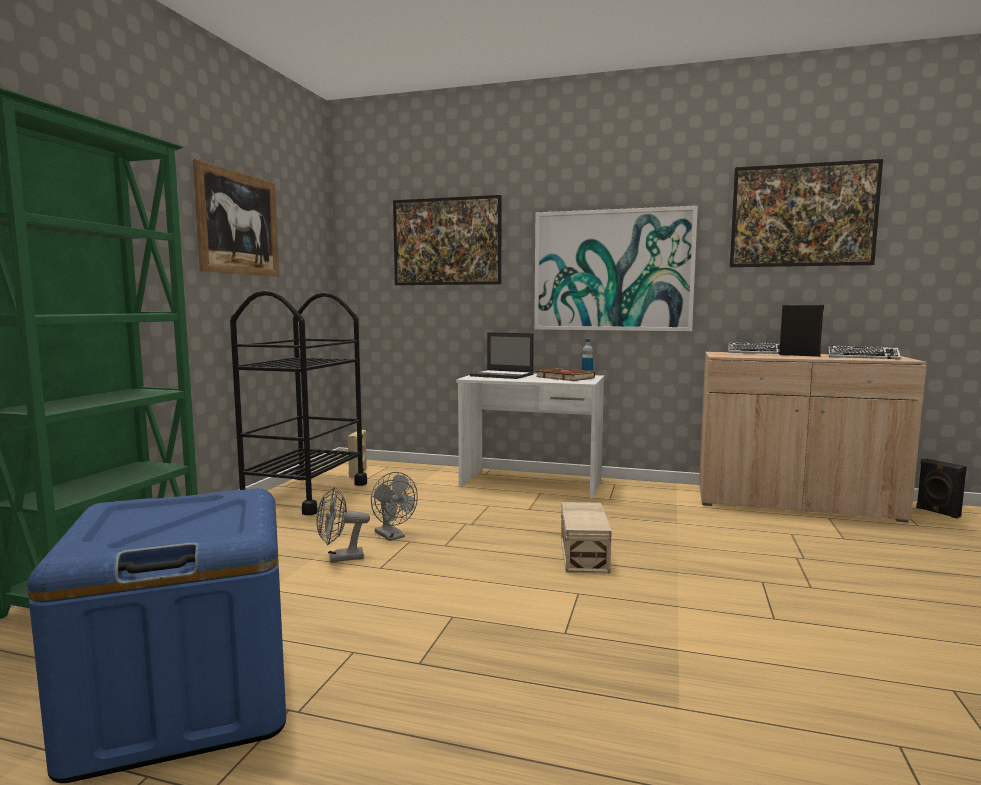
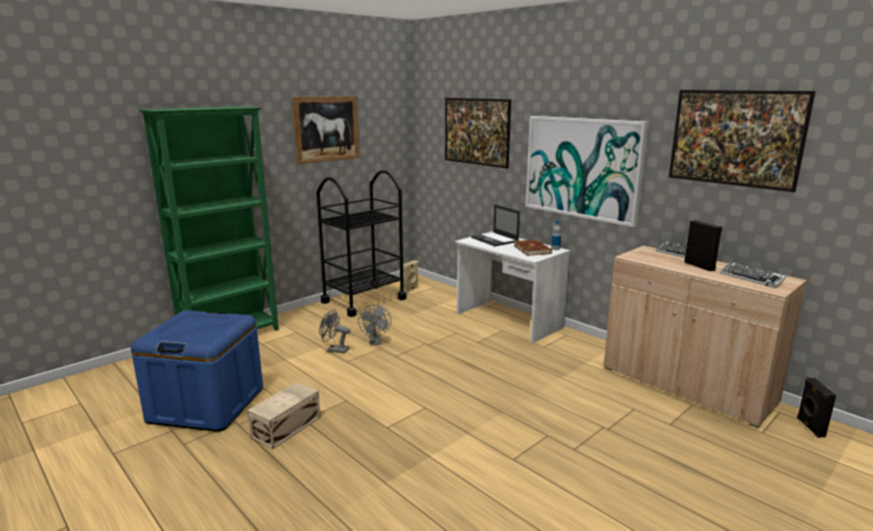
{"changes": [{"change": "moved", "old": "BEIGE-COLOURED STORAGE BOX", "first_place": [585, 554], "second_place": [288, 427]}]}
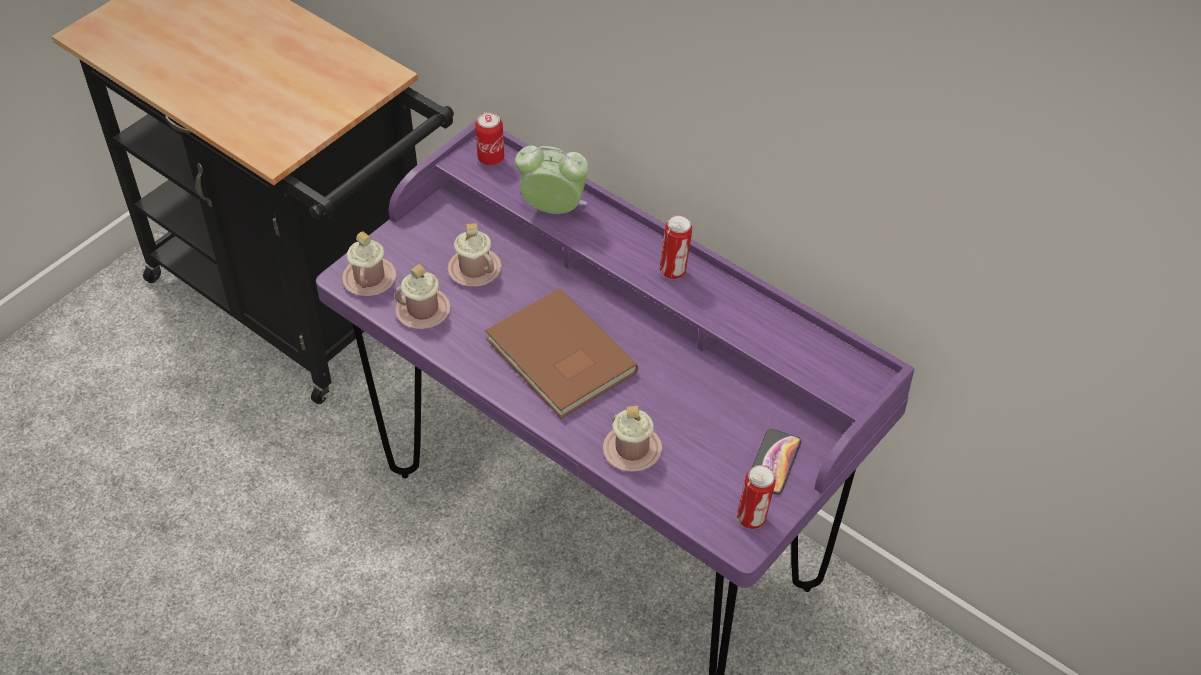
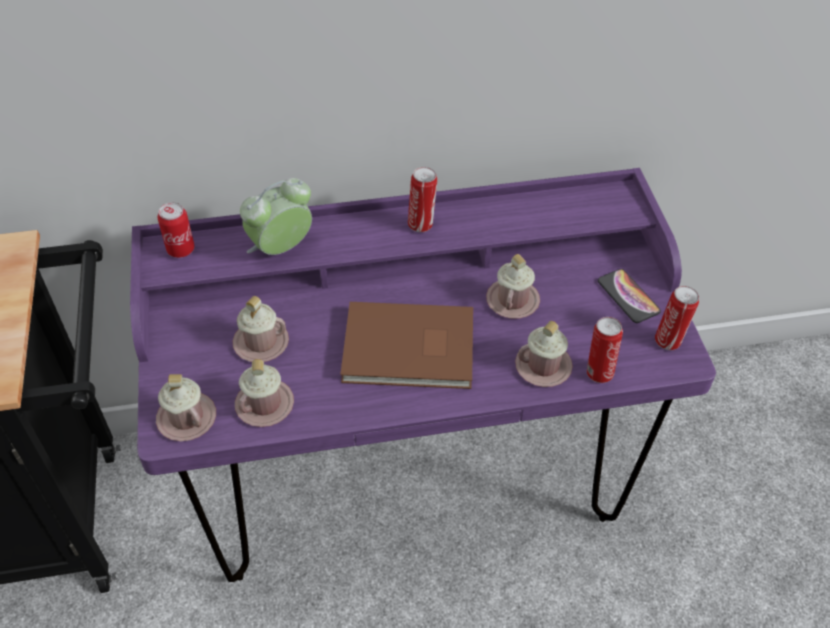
{"changes": [{"change": "added", "new": "PINK MUG", "second_place": [512, 300]}, {"change": "added", "new": "CAN", "second_place": [598, 372]}]}
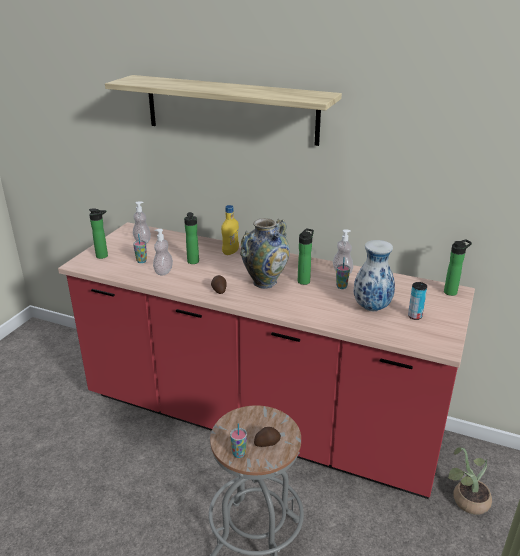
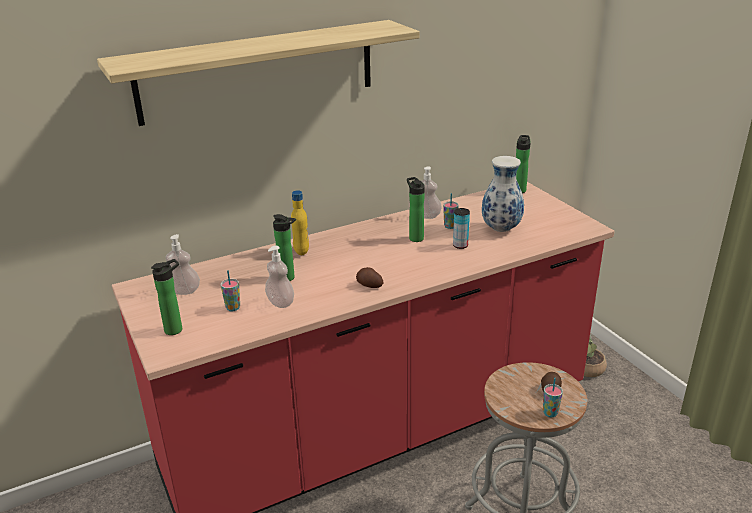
{"changes": [{"change": "removed", "old": "FLOWER VASE", "first_place": [265, 282]}, {"change": "moved", "old": "CAN", "first_place": [414, 316], "second_place": [460, 245]}]}
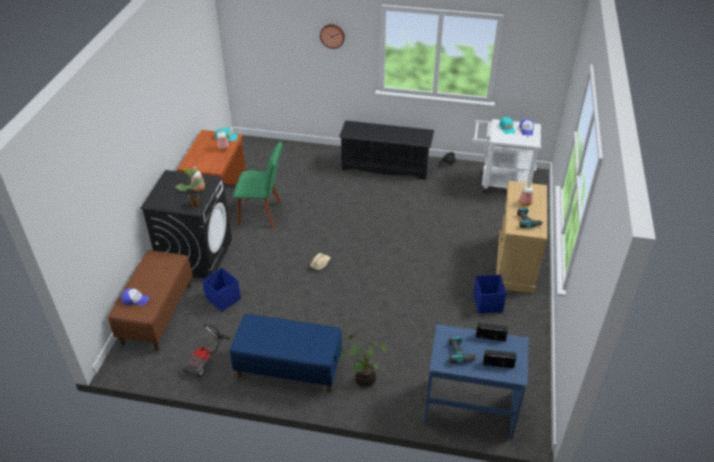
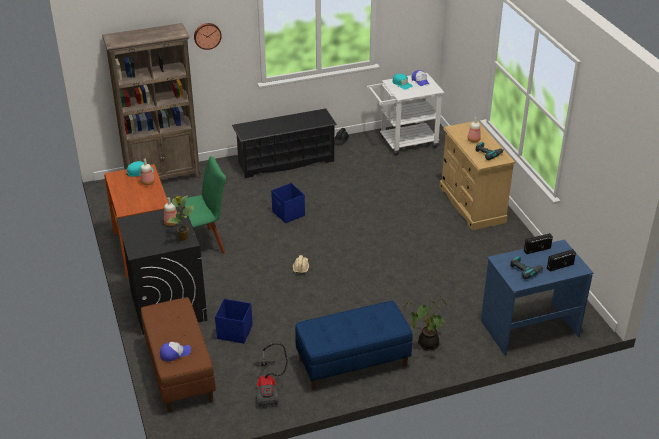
{"changes": [{"change": "moved", "old": "BLUE STORAGE BOX", "first_place": [487, 303], "second_place": [288, 214]}, {"change": "added", "new": "BROWN BOOKSHELF", "second_place": [163, 176]}]}
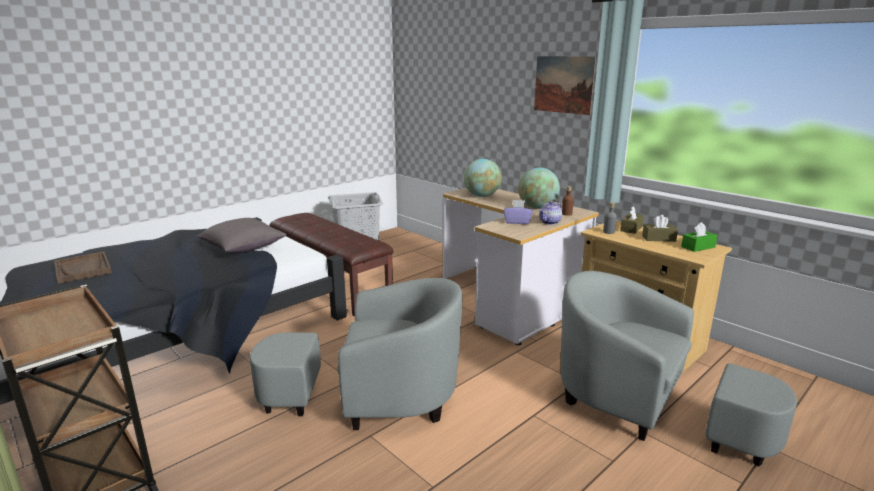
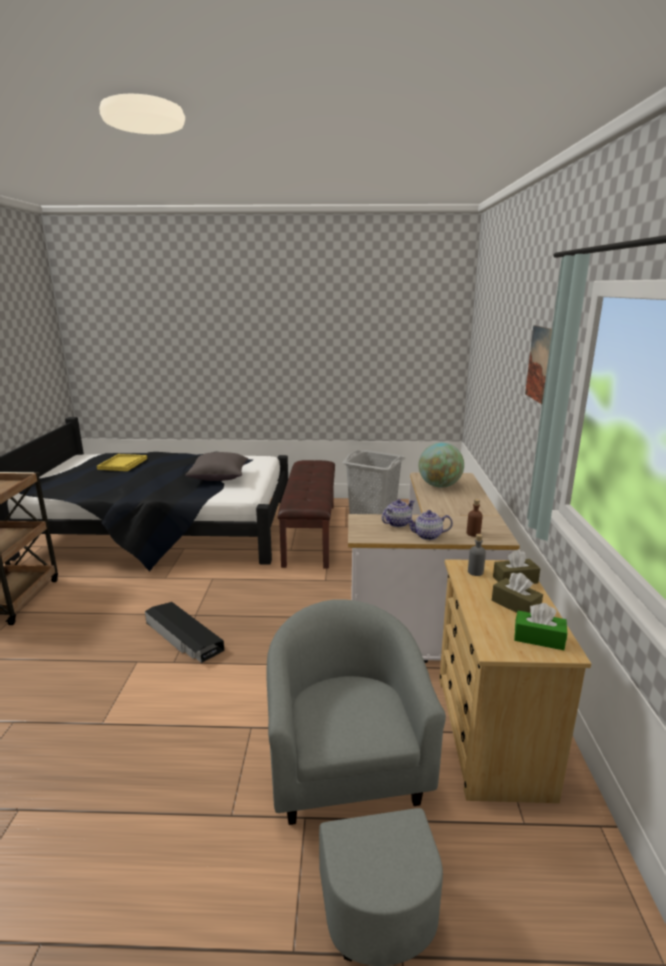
{"changes": [{"change": "removed", "old": "GLOBE", "first_place": [537, 208]}, {"change": "replaced", "old": "PURPLE TISSUE HOLDER", "new": "TEA POT", "first_place": [517, 222], "second_place": [397, 523]}, {"change": "recoloured", "old": "BROWN SERVING TRAY", "new": "YELLOW SERVING TRAY", "first_place": [83, 269], "second_place": [123, 464]}, {"change": "replaced", "old": "GREY EASY CHAIR", "new": "BLACK STORAGE BOX", "first_place": [373, 398], "second_place": [183, 637]}]}
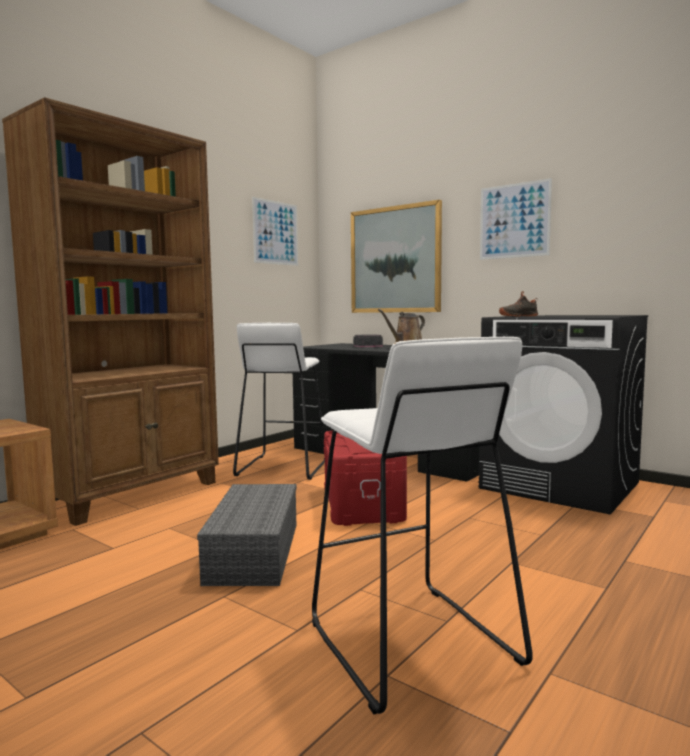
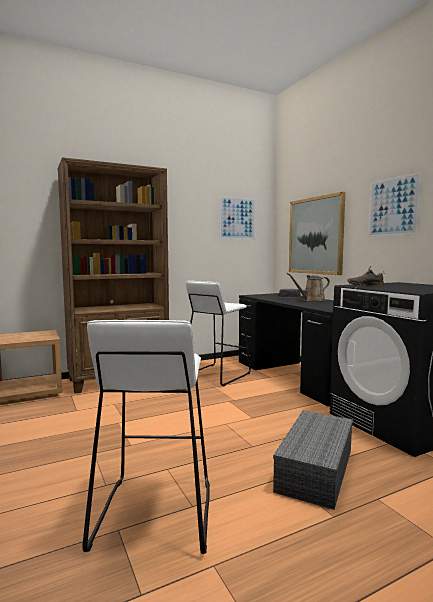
{"changes": [{"change": "removed", "old": "RED STORAGE BOX", "first_place": [363, 504]}, {"change": "moved", "old": "GREY STORAGE BOX", "first_place": [253, 551], "second_place": [314, 468]}]}
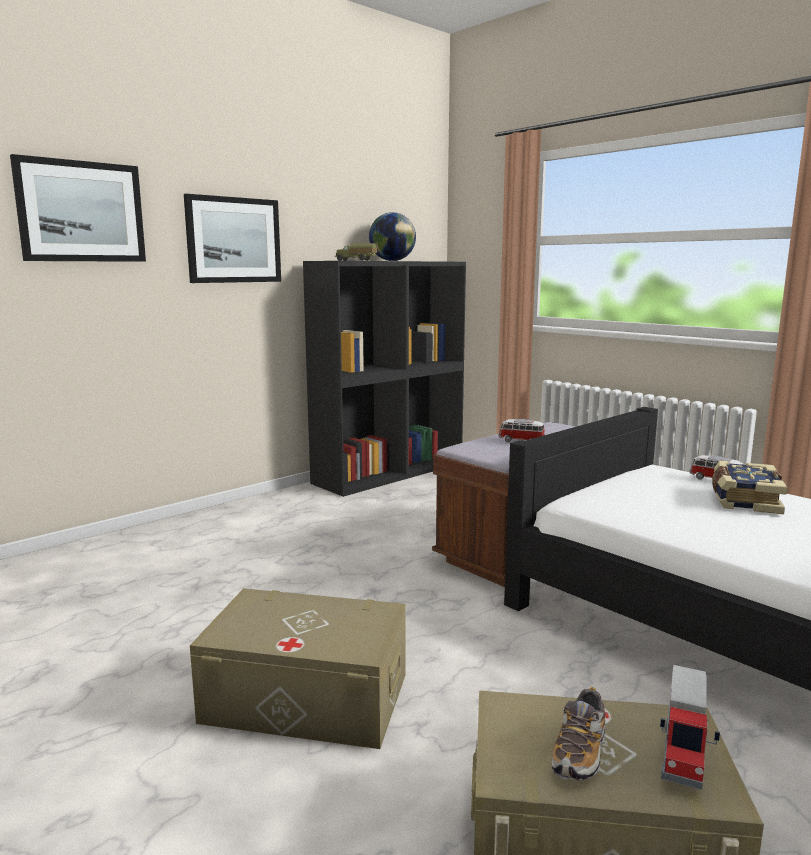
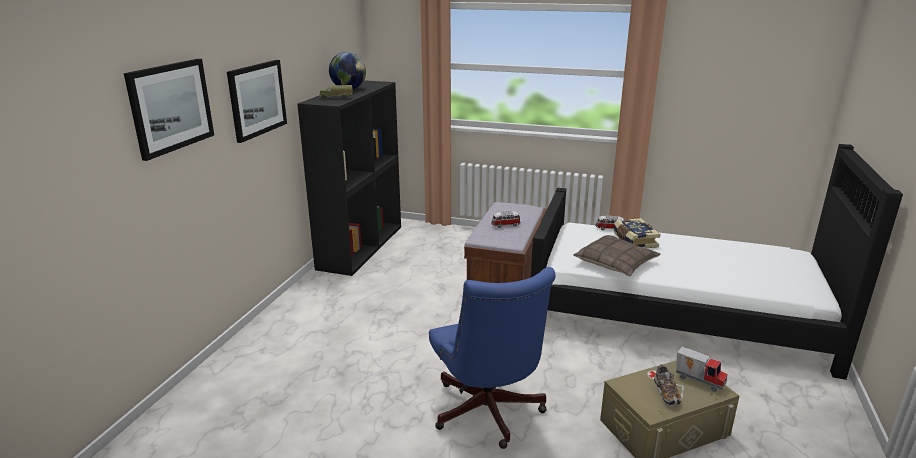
{"changes": [{"change": "replaced", "old": "BEIGE-COLOURED STORAGE BOX", "new": "BLUE OFFICE CHAIR", "first_place": [306, 698], "second_place": [488, 415]}, {"change": "turned", "old": "TOY TRUCK", "first_place": [685, 756], "second_place": [699, 380], "degrees": -45}, {"change": "added", "new": "THROW PILLOW", "second_place": [616, 263]}]}
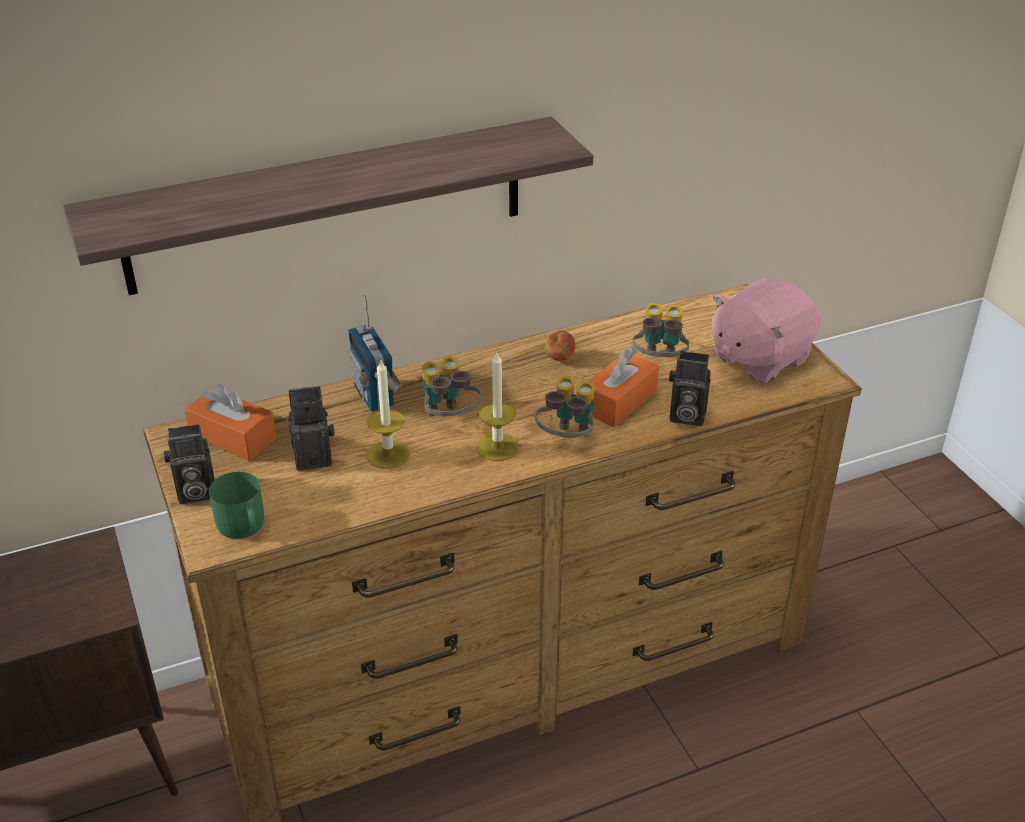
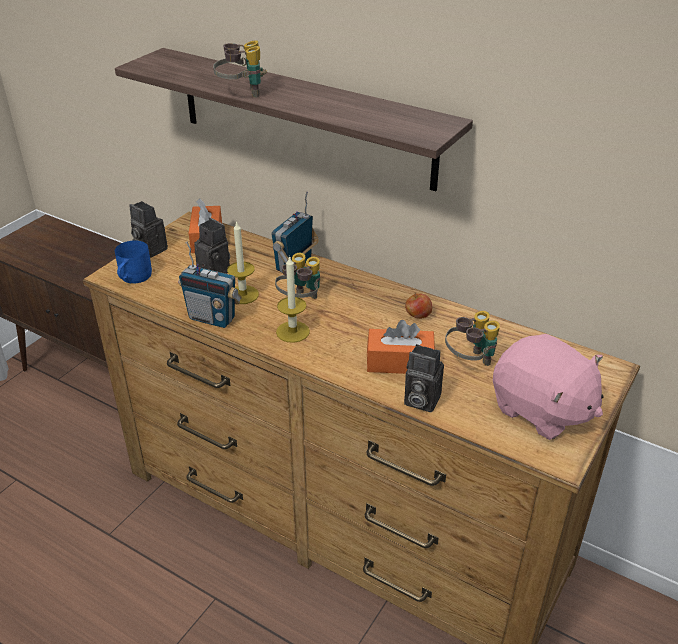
{"changes": [{"change": "turned", "old": "PINK CUDDLY TOY", "first_place": [759, 358], "second_place": [541, 410], "degrees": -150}, {"change": "turned", "old": "PHOTO CAMERA", "first_place": [685, 416], "second_place": [419, 400], "degrees": -45}, {"change": "moved", "old": "FIELD GLASSES", "first_place": [567, 440], "second_place": [242, 93]}, {"change": "recoloured", "old": "GREEN-COLOURED MUG", "new": "BLUE MUG", "first_place": [243, 527], "second_place": [133, 277]}, {"change": "added", "new": "RADIO RECEIVER", "second_place": [212, 318]}]}
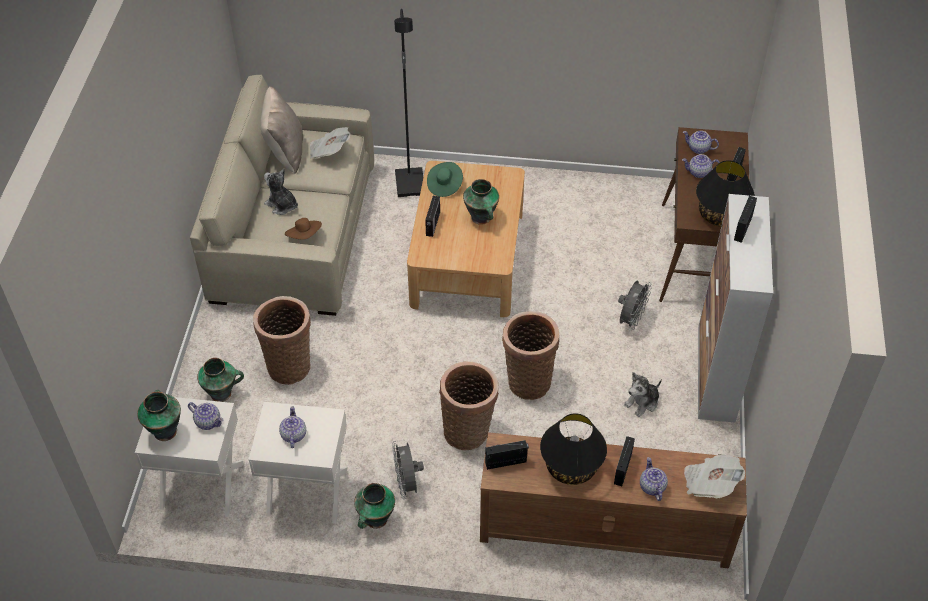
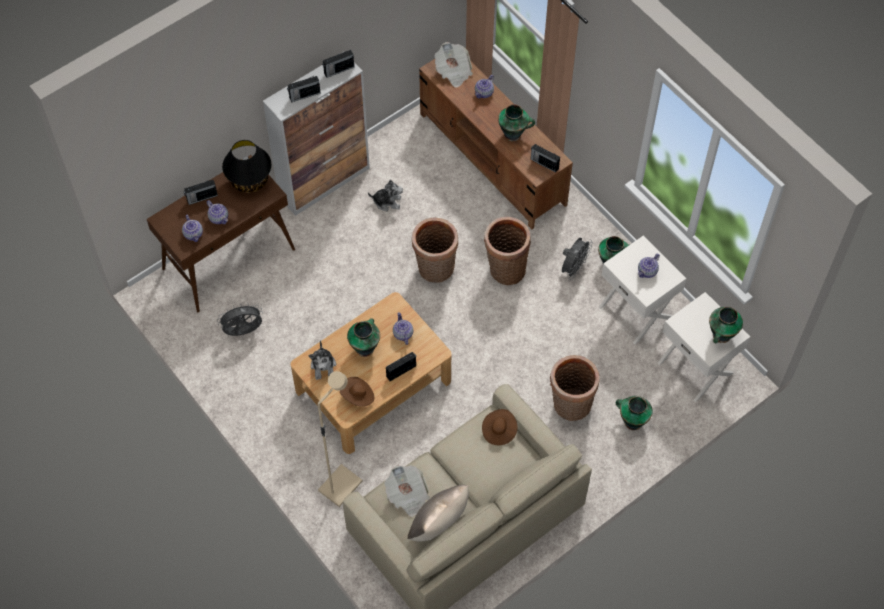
{"changes": [{"change": "recoloured", "old": "BLACK STANDARD LAMP", "new": "BEIGE-COLOURED STANDARD LAMP", "first_place": [411, 184], "second_place": [340, 485]}, {"change": "recoloured", "old": "GREEN-COLOURED WEARABLE HAT", "new": "BROWN WEARABLE HAT", "first_place": [444, 185], "second_place": [358, 396]}, {"change": "moved", "old": "CUDDLY TOY", "first_place": [282, 205], "second_place": [323, 366]}, {"change": "moved", "old": "GREY FAN", "first_place": [631, 320], "second_place": [243, 332]}, {"change": "moved", "old": "TEA POT", "first_place": [208, 421], "second_place": [402, 333]}, {"change": "replaced", "old": "BLACK LAMP FOR A TABLE", "new": "FLOWER VASE", "first_place": [570, 467], "second_place": [513, 134]}, {"change": "moved", "old": "RADIO RECEIVER", "first_place": [623, 468], "second_place": [338, 70]}]}
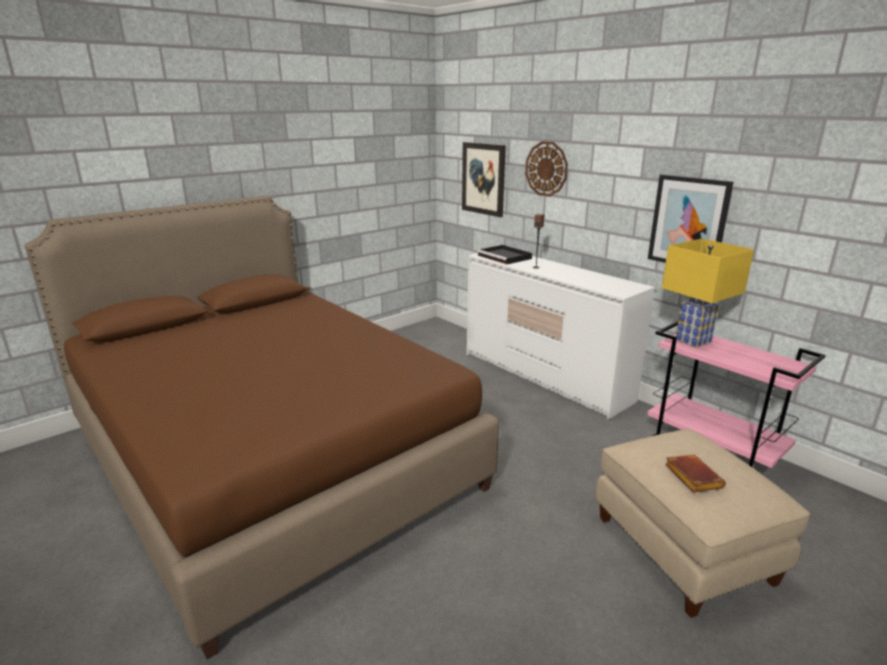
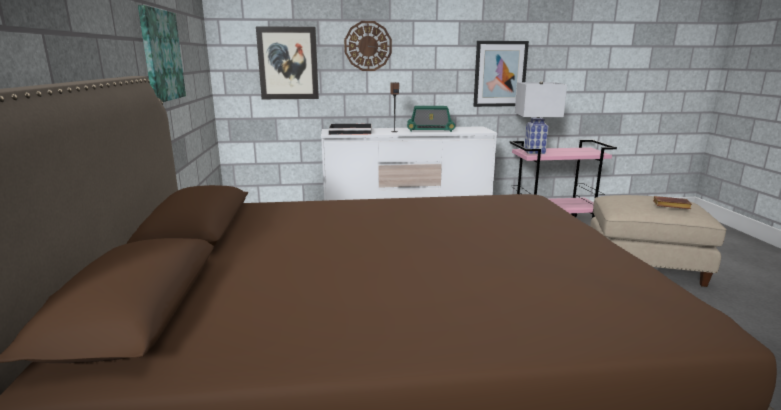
{"changes": [{"change": "recoloured", "old": "YELLOW LAMP FOR A TABLE", "new": "WHITE-COLOURED LAMP FOR A TABLE", "first_place": [693, 341], "second_place": [535, 152]}, {"change": "added", "new": "WALL PICTURE", "second_place": [161, 55]}, {"change": "added", "new": "RADIO RECEIVER", "second_place": [430, 130]}]}
